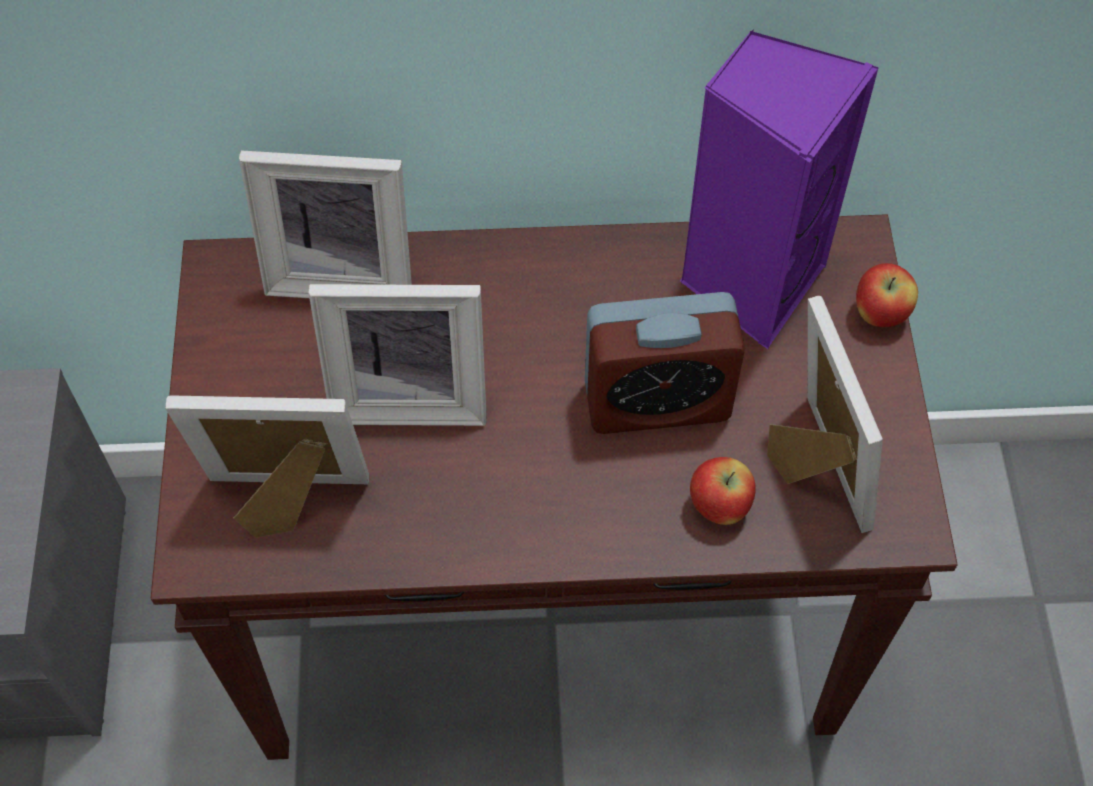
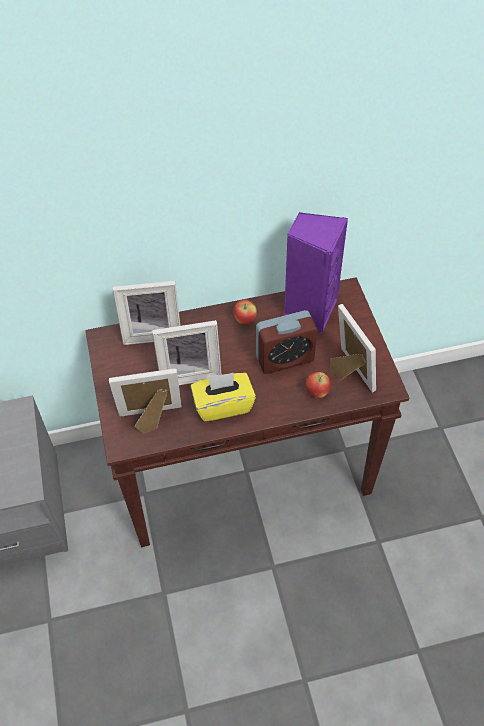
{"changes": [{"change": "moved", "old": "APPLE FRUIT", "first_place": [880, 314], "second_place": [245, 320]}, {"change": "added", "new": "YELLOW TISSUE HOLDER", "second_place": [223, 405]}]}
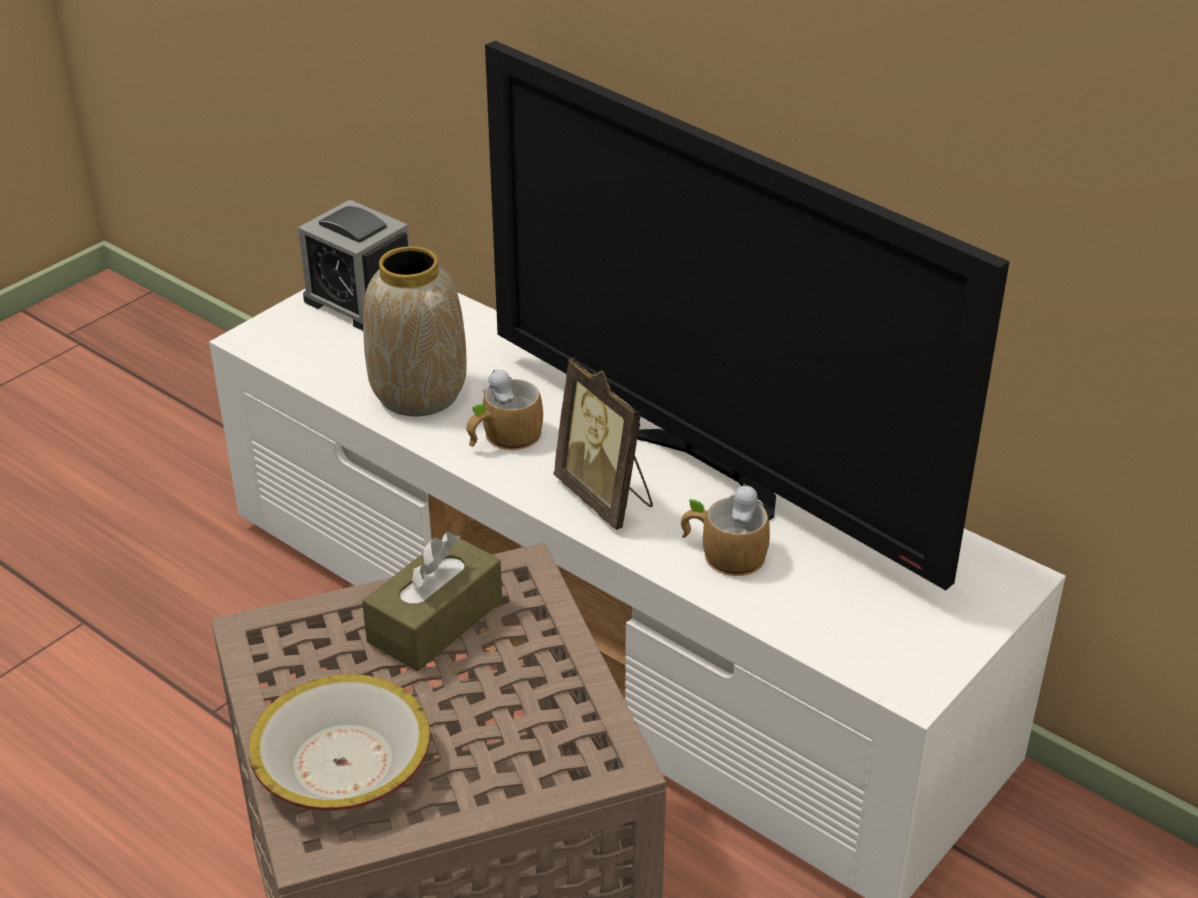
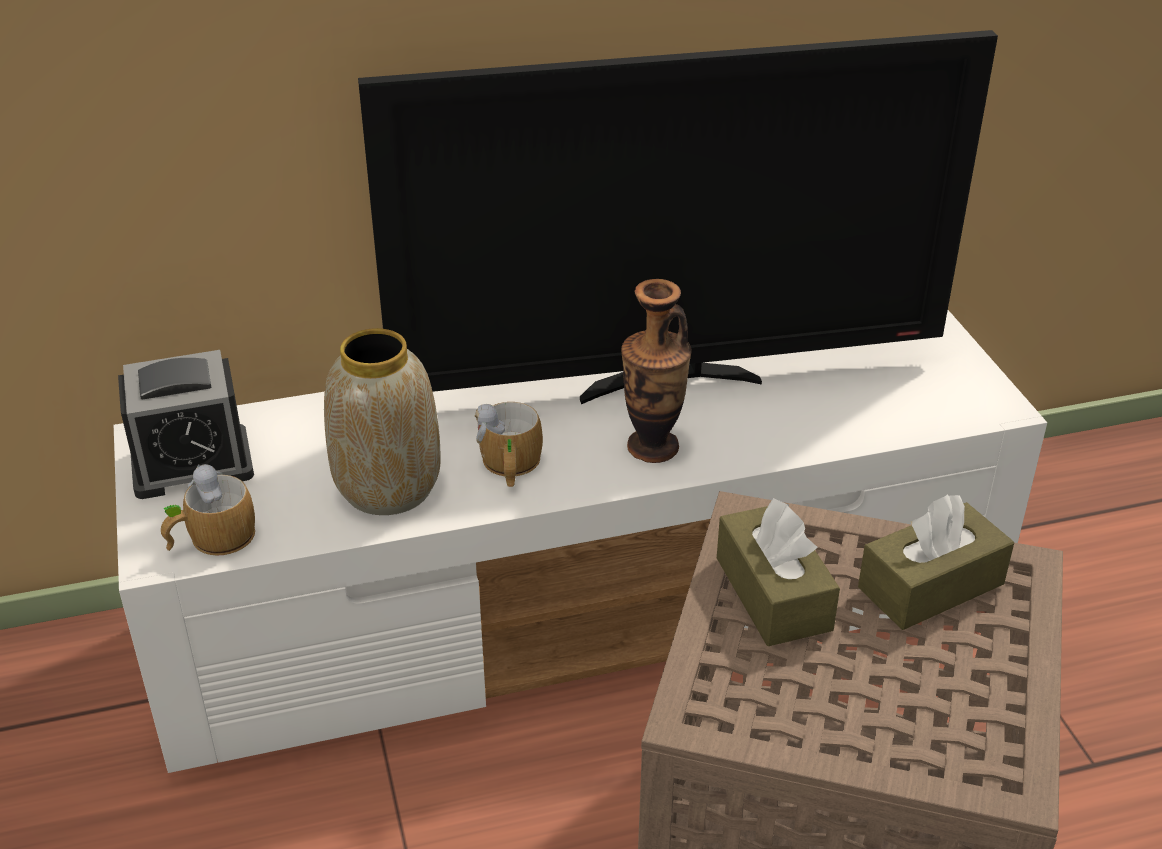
{"changes": [{"change": "replaced", "old": "PHOTO FRAME", "new": "FLOWER VASE", "first_place": [606, 497], "second_place": [652, 447]}, {"change": "moved", "old": "MUG", "first_place": [723, 552], "second_place": [211, 539]}, {"change": "removed", "old": "SERVING BOWL", "first_place": [341, 764]}, {"change": "added", "new": "BROWN TISSUE HOLDER", "second_place": [930, 586]}]}
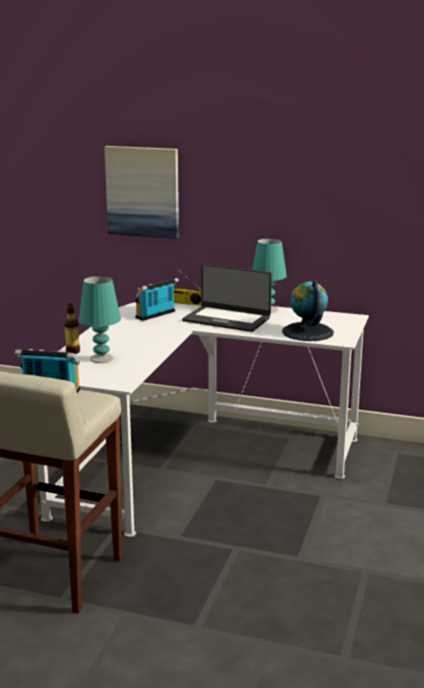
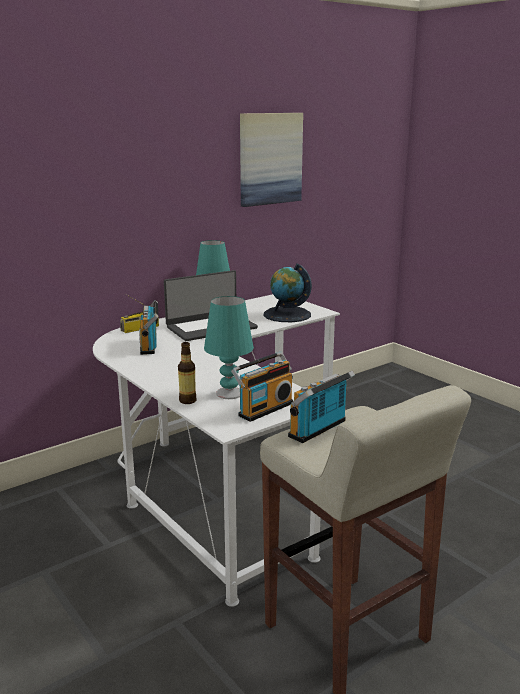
{"changes": [{"change": "moved", "old": "WALL PICTURE", "first_place": [143, 191], "second_place": [270, 159]}, {"change": "added", "new": "RADIO RECEIVER", "second_place": [264, 408]}]}
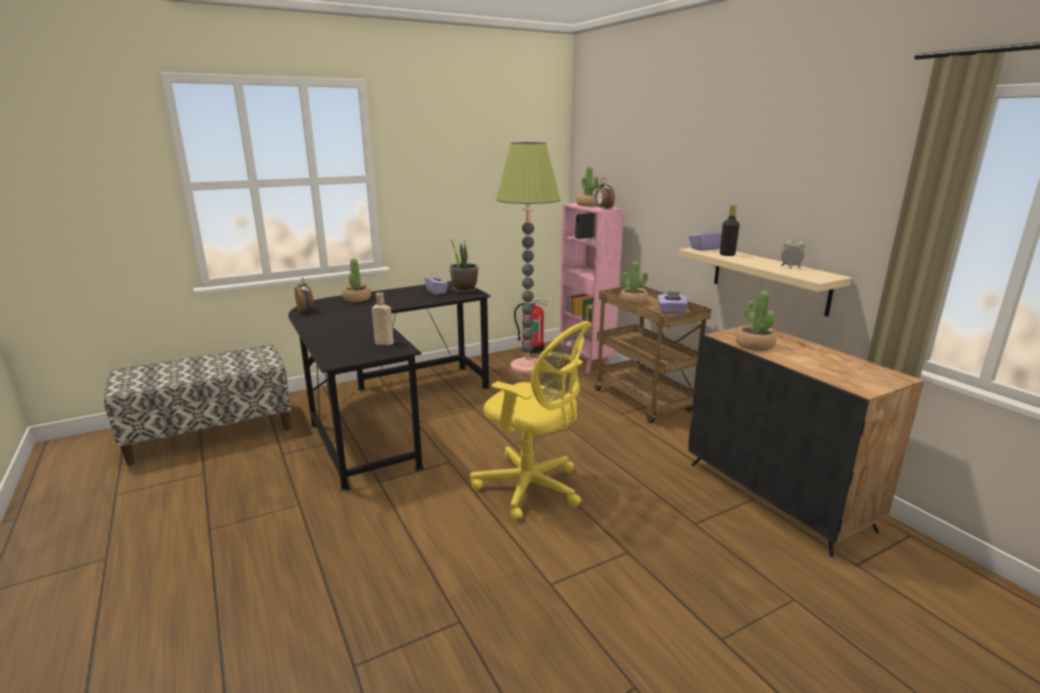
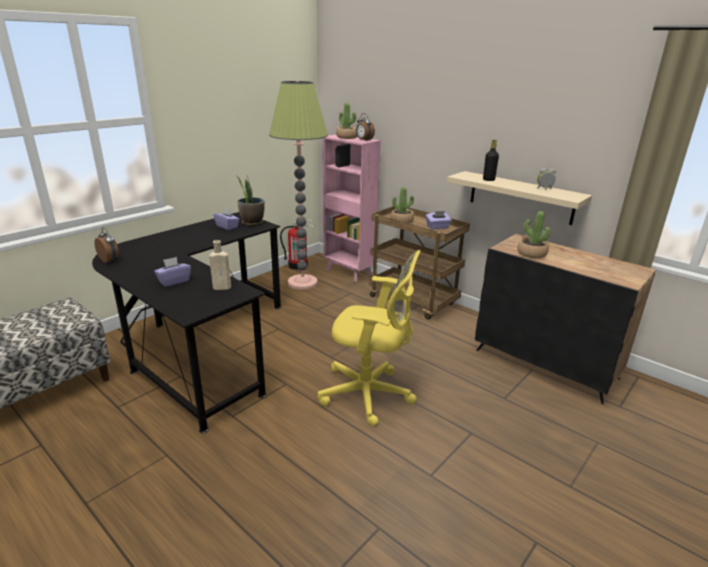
{"changes": [{"change": "moved", "old": "PURPLE TISSUE HOLDER", "first_place": [704, 248], "second_place": [174, 281]}, {"change": "removed", "old": "PLANT IN A POT", "first_place": [357, 299]}]}
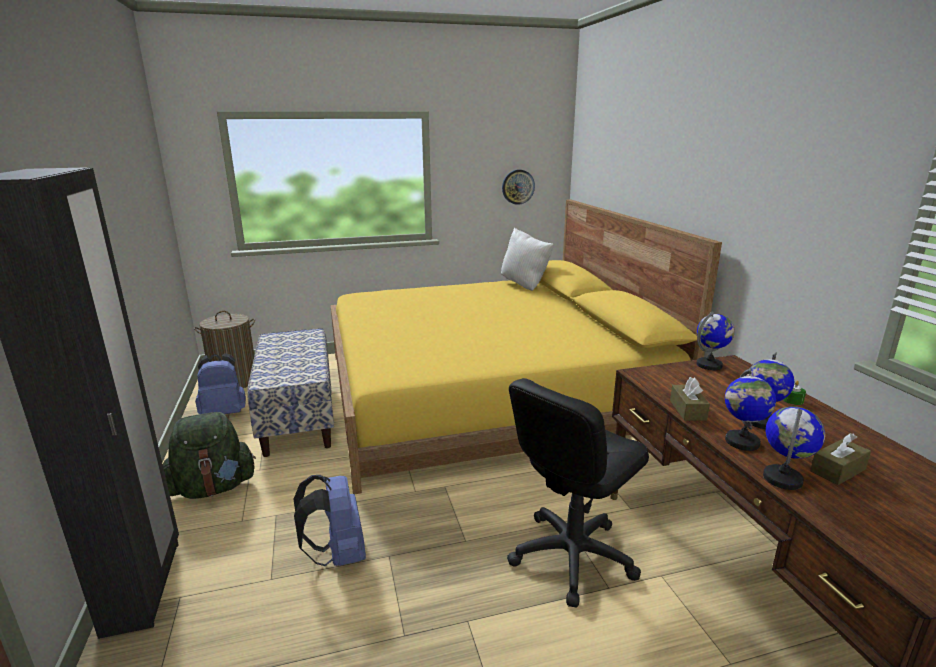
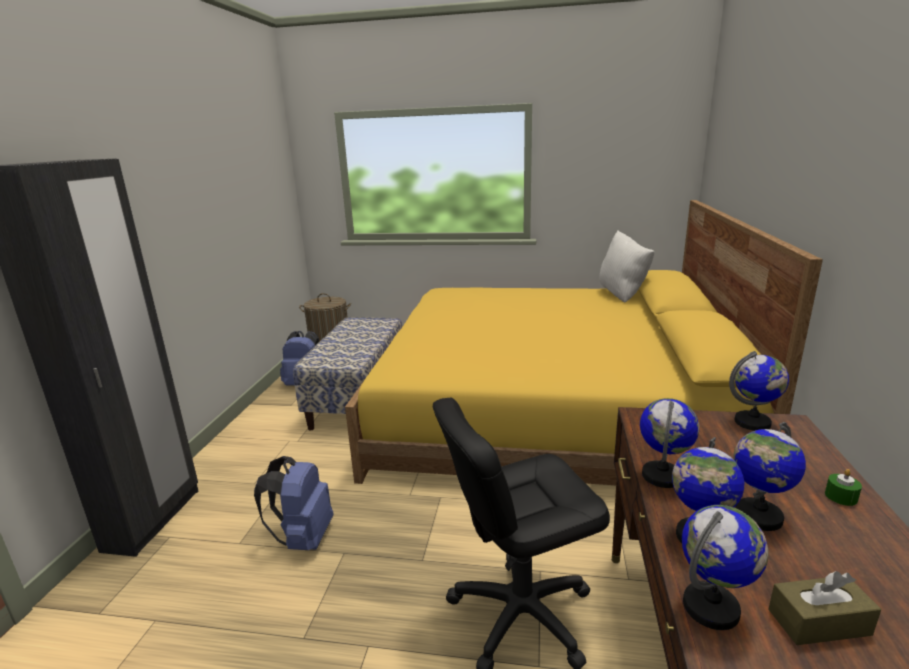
{"changes": [{"change": "removed", "old": "WALL CLOCK", "first_place": [518, 187]}, {"change": "replaced", "old": "BROWN TISSUE HOLDER", "new": "GLOBE", "first_place": [687, 410], "second_place": [662, 476]}, {"change": "removed", "old": "GREEN-COLOURED KNAPSACK", "first_place": [213, 488]}]}
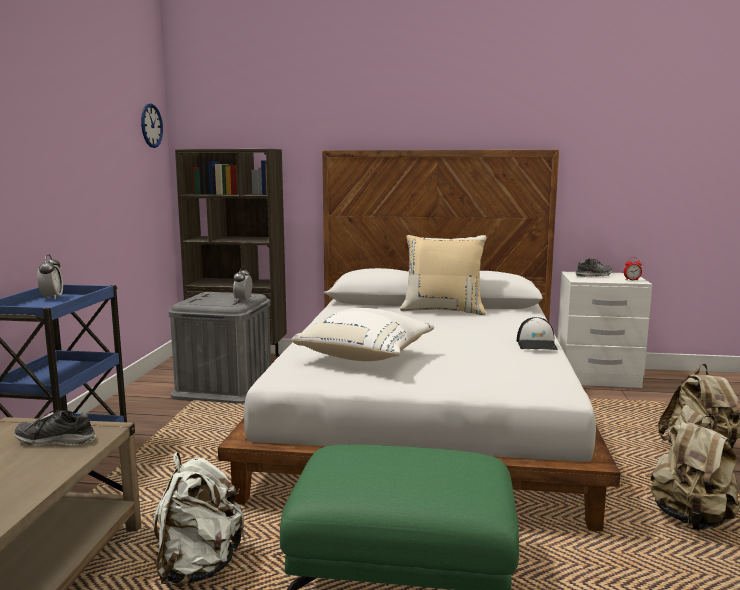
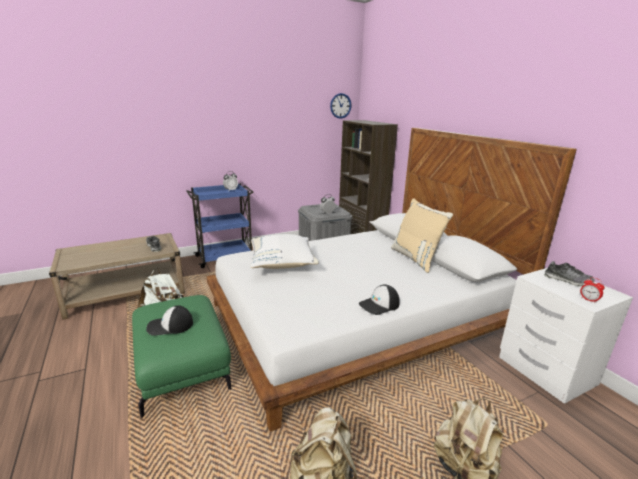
{"changes": [{"change": "added", "new": "BASEBALL CAP", "second_place": [170, 326]}]}
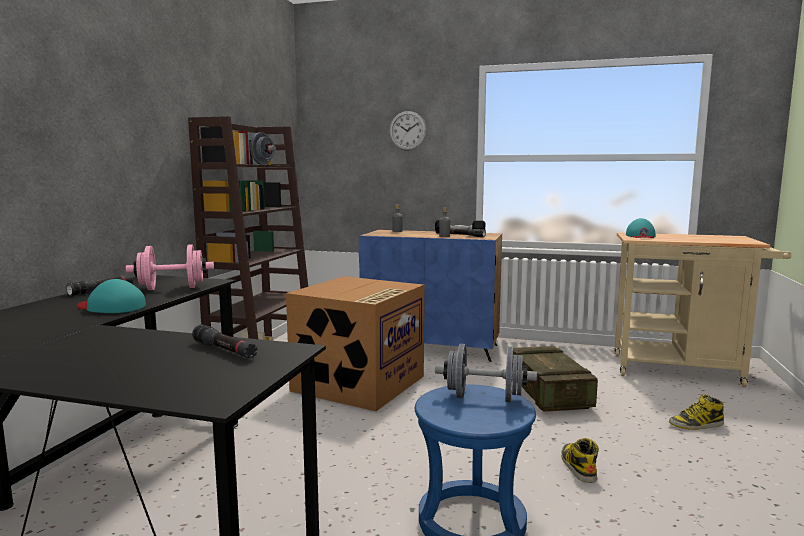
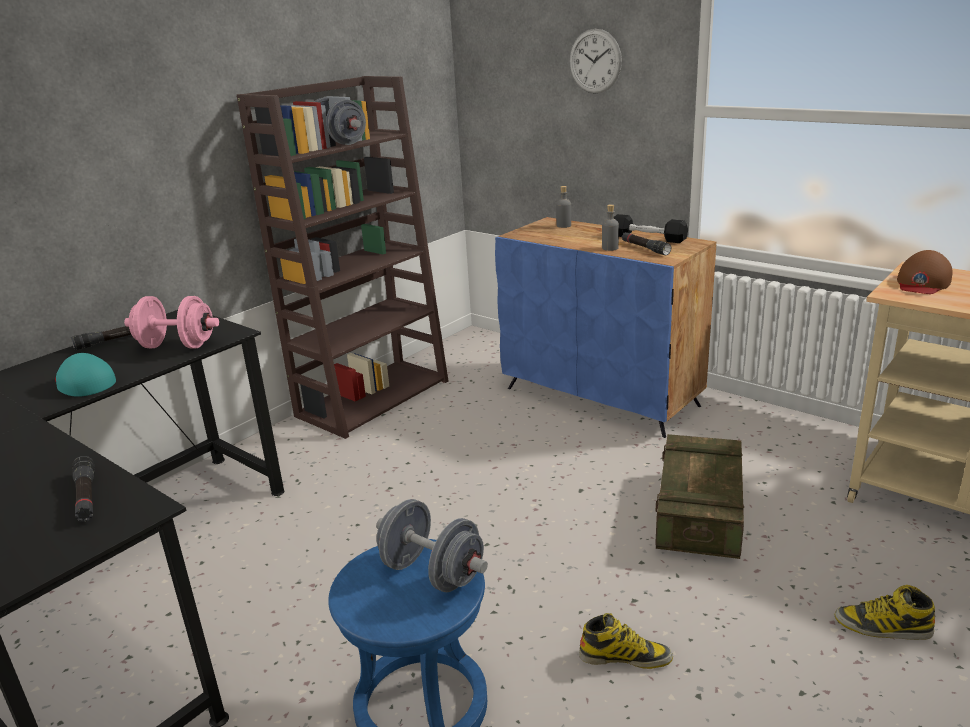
{"changes": [{"change": "recoloured", "old": "BLUE-GREEN BASEBALL CAP", "new": "BROWN BASEBALL CAP", "first_place": [641, 236], "second_place": [922, 283]}, {"change": "removed", "old": "CARDBOARD BOX", "first_place": [359, 384]}, {"change": "turned", "old": "TALL BOOT", "first_place": [577, 466], "second_place": [625, 657], "degrees": 75}]}
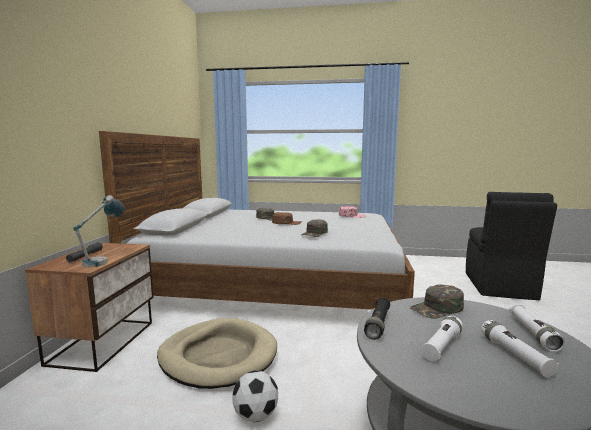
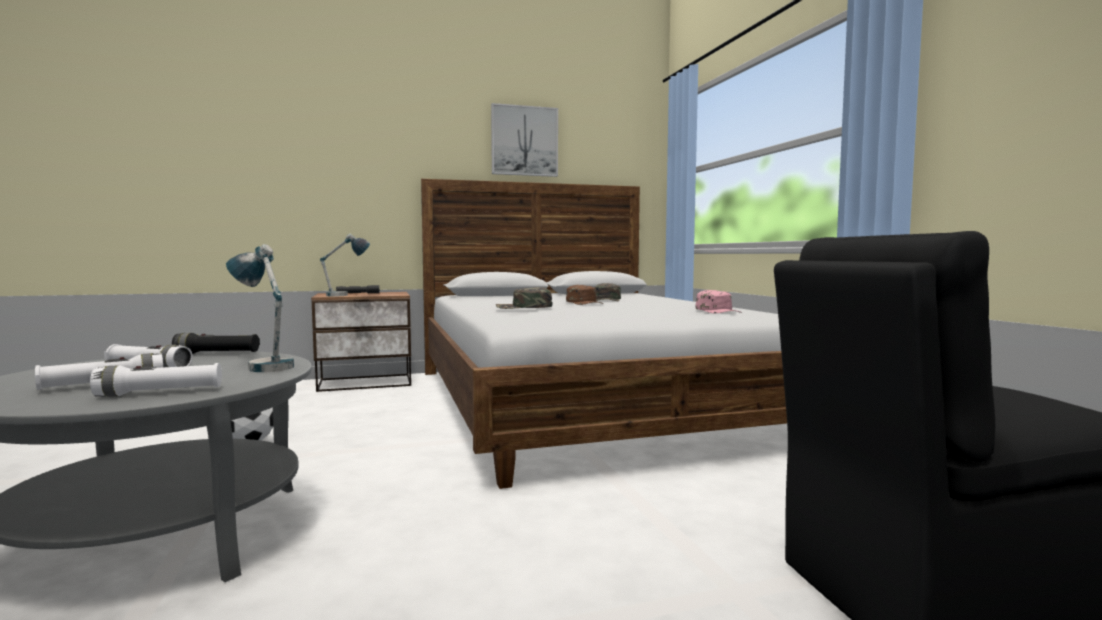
{"changes": [{"change": "replaced", "old": "GREEN-COLOURED BASEBALL CAP", "new": "LAMP FOR A TABLE", "first_place": [437, 308], "second_place": [263, 365]}, {"change": "removed", "old": "BEIGE-COLOURED PET BED", "first_place": [218, 356]}, {"change": "added", "new": "WALL PICTURE", "second_place": [524, 141]}]}
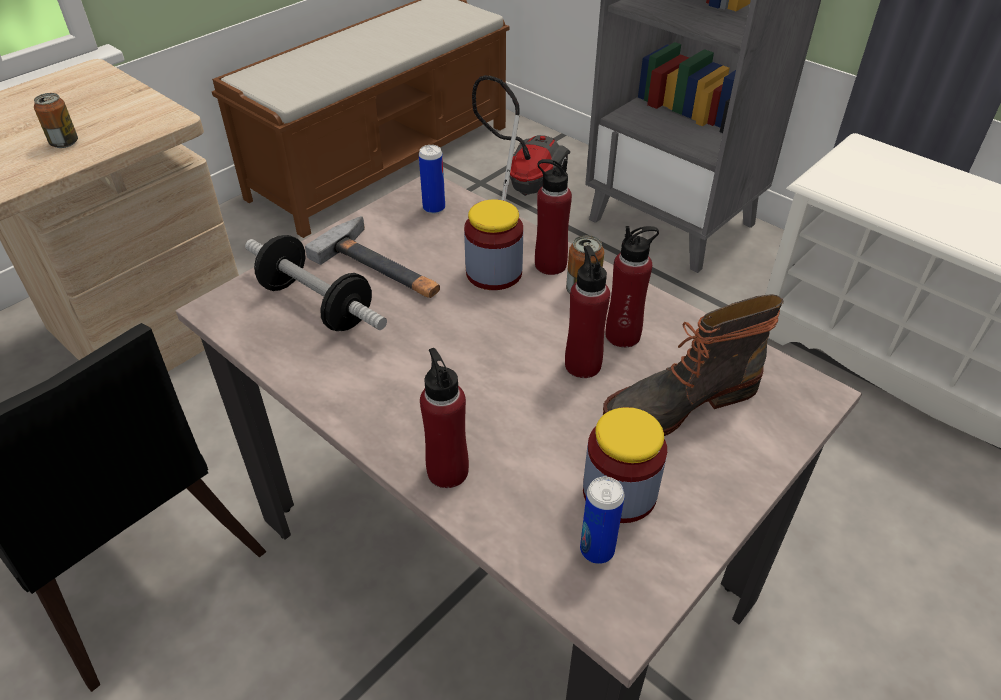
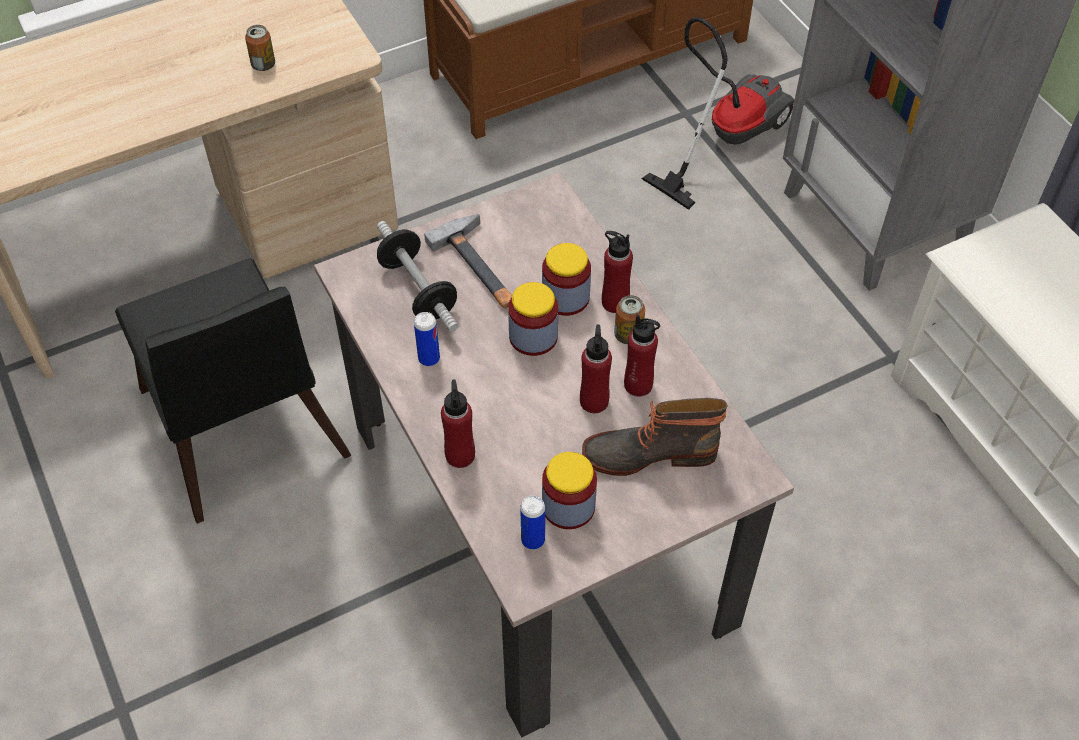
{"changes": [{"change": "moved", "old": "CAN", "first_place": [434, 208], "second_place": [429, 358]}, {"change": "added", "new": "PRESERVE JAR", "second_place": [533, 337]}]}
